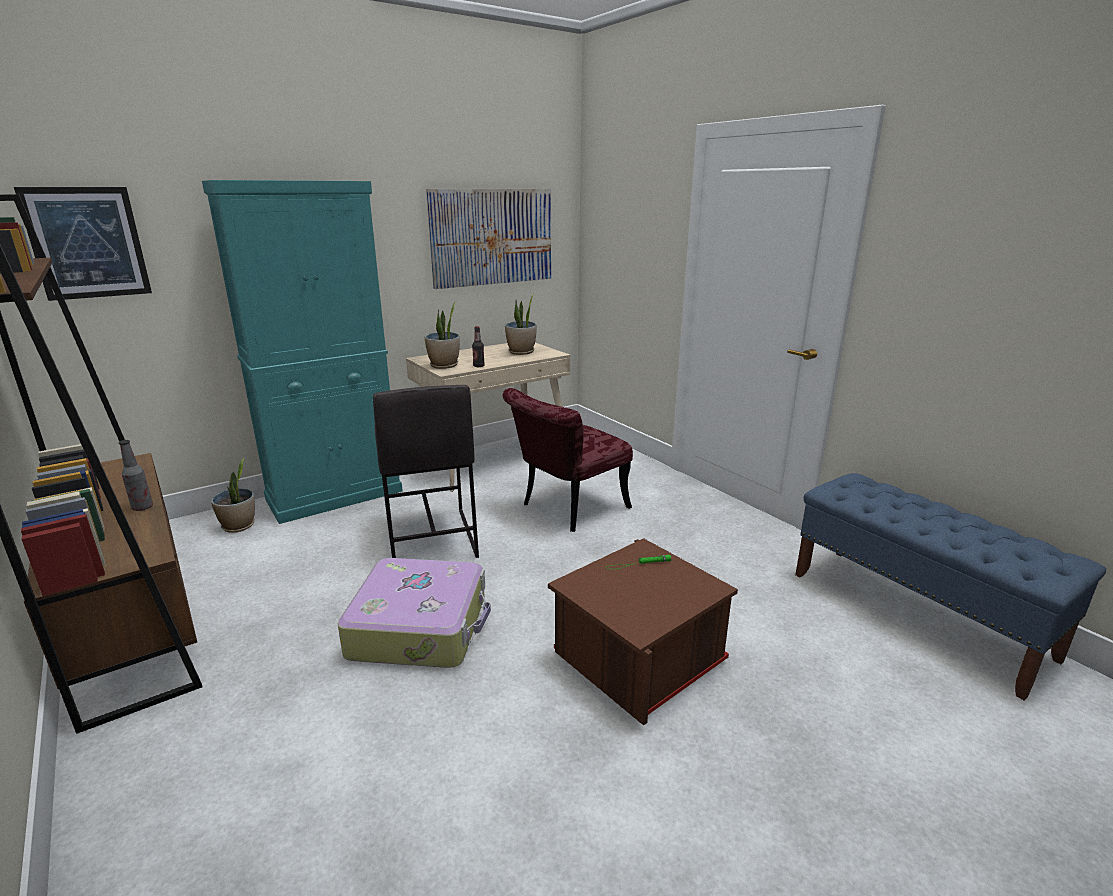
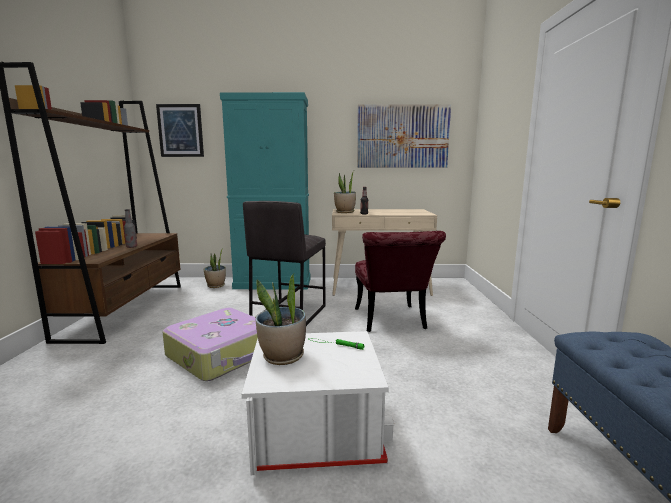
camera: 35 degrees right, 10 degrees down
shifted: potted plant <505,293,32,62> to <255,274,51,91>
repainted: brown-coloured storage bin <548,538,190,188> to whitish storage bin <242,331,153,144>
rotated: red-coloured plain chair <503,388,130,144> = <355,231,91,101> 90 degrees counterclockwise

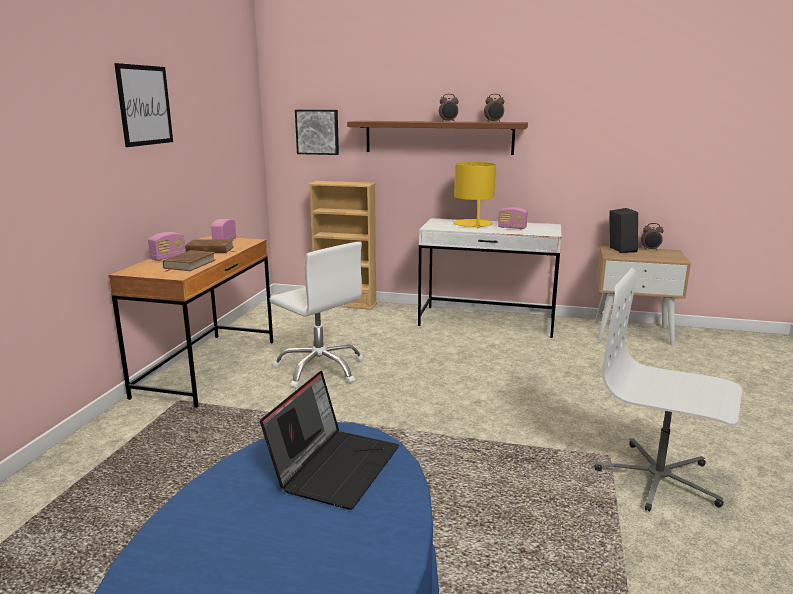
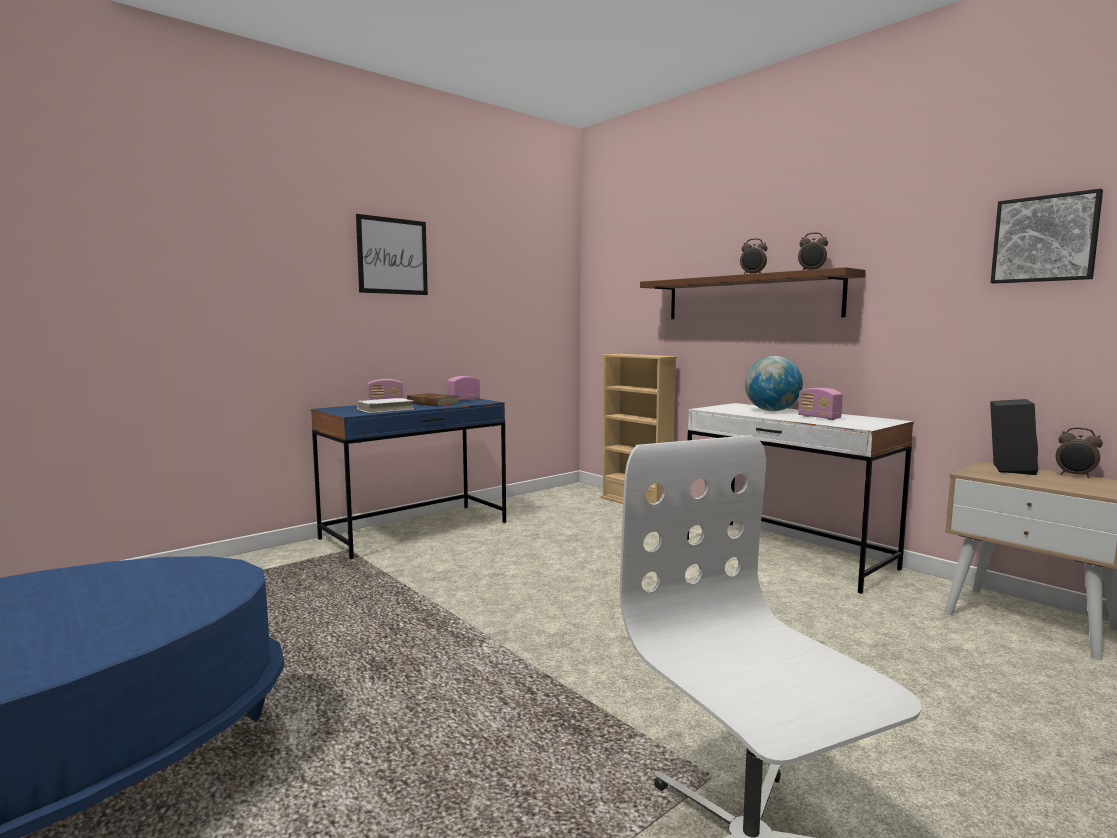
camera: 35 degrees right, 10 degrees down
gone: notebook computer <260,371,139,139>; whitish computer chair <269,242,95,147>
shifted: wall art <295,110,44,45> to <991,189,112,95>
swapped: yellow table lamp <453,162,43,66> to world globe <745,356,58,55>
repainted: brown-coloured desk unit <108,236,165,172> to blue desk unit <311,399,195,160>; brown-coloured book <163,250,53,22> to whitish book <356,398,57,15>

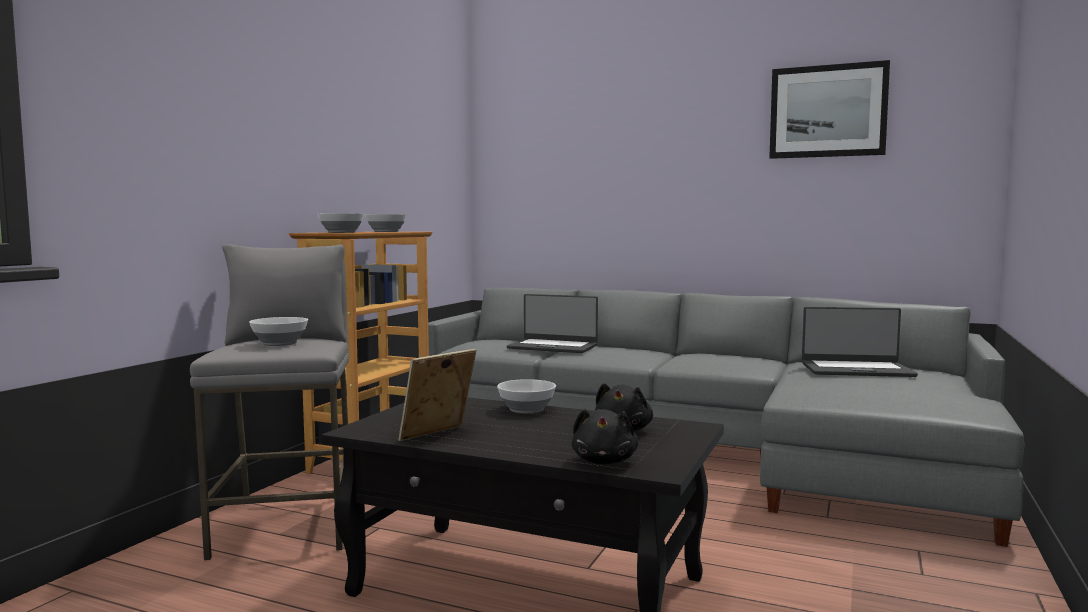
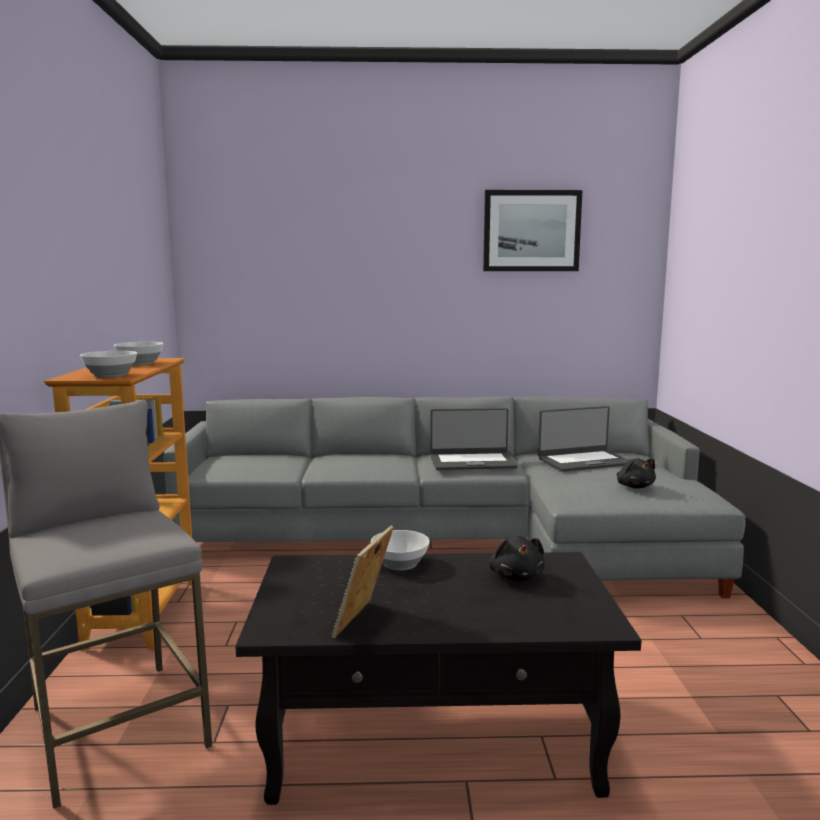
camera: 25 degrees left, 5 degrees up
gone: deep dish <249,317,59,29>
shifted: notebook computer <507,294,91,59> to <430,408,88,62>; black cuddly toy <572,409,66,55> to <617,458,39,31>

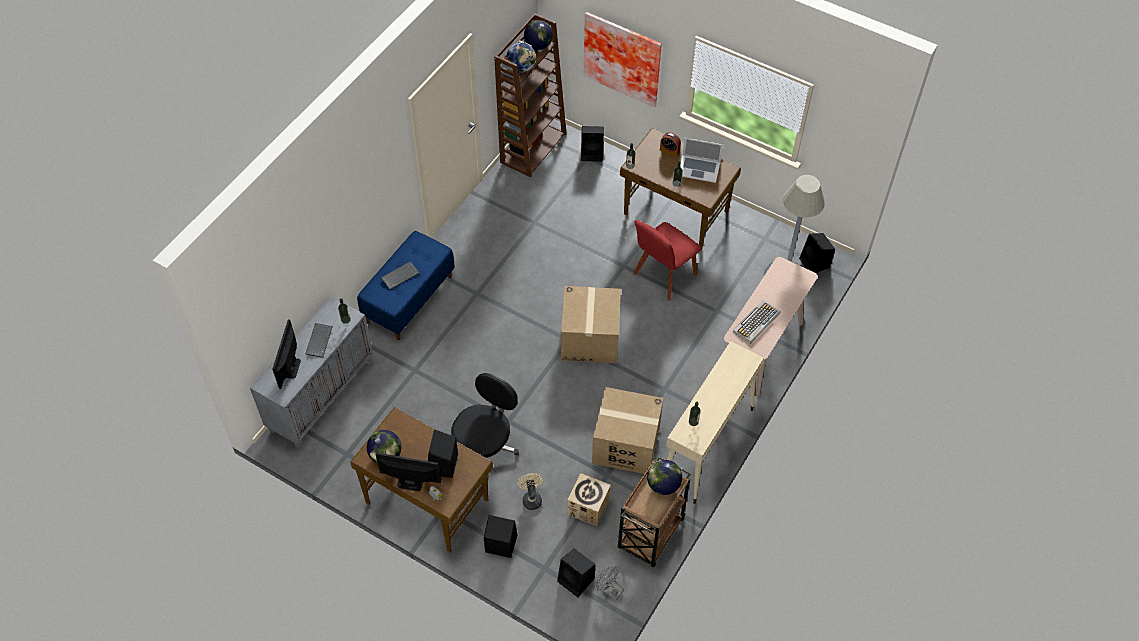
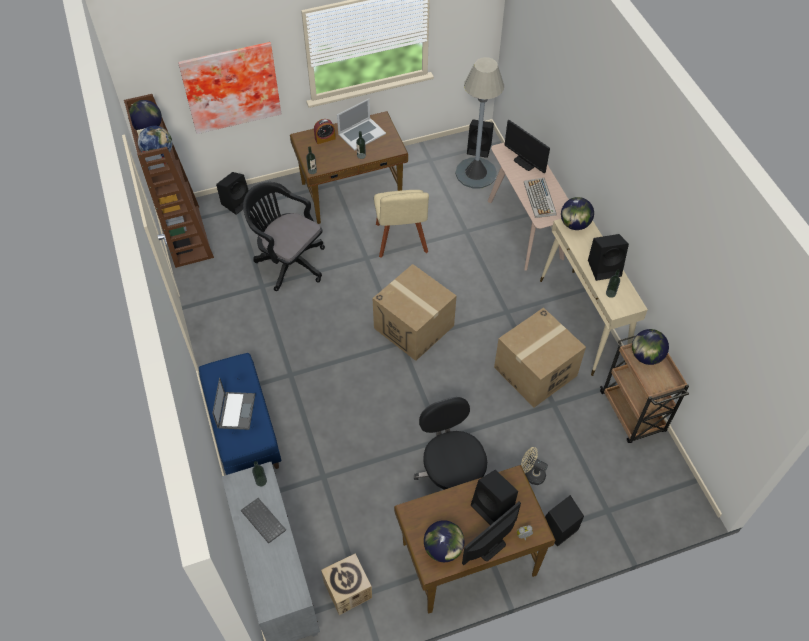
camera: 50 degrees left, 0 degrees up
gone: greyish cooling fan <596,566,28,35>
new: black computer chair <243,182,82,109>; world globe <561,197,33,33>
shifted: monitor <272,319,29,70> to <505,120,45,53>; black loudspeaker <557,548,38,49> to <588,234,41,47>; cardboard box <567,473,44,53> to <321,554,51,61>
swapped: keyboard <381,261,38,29> to notebook computer <212,378,43,52>
repainted: red-coloured plain chair <633,220,68,80> to beige-coloured plain chair <374,190,55,68>

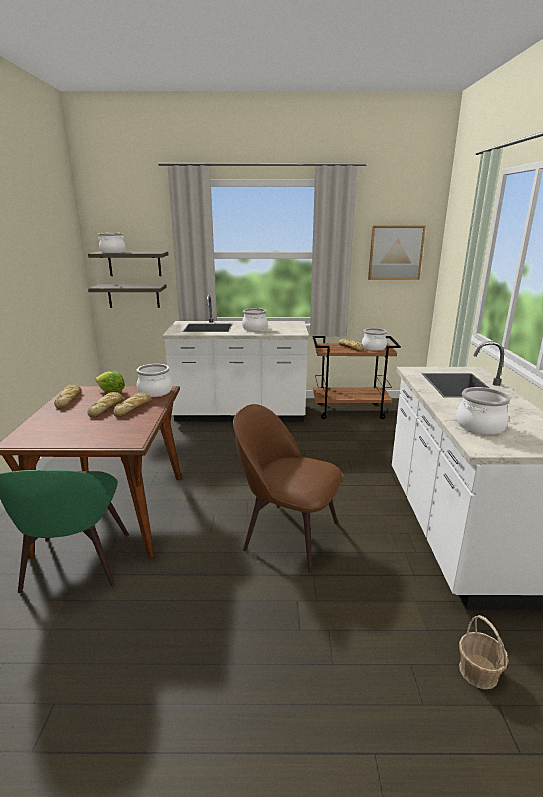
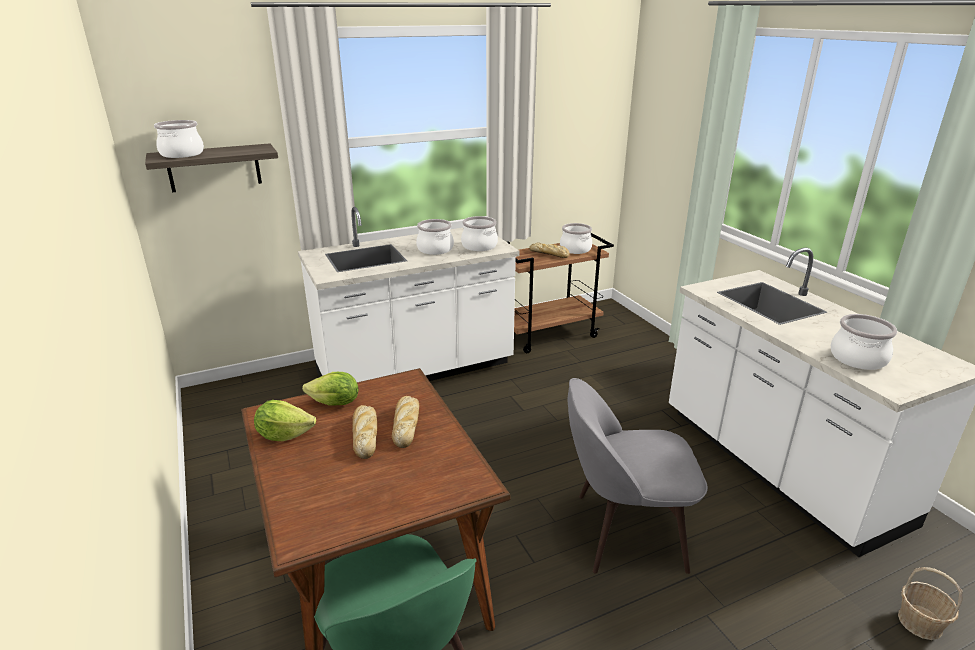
camera: 25 degrees left, 5 degrees up
gone: wall shelf <88,284,79,24>; wall art <368,226,58,54>
shifted: stockpot <136,364,36,33> to <461,216,37,35>
swapped: bread <54,385,27,24> to lettuce <254,400,62,41>
repainted: brown-coloured plain chair <233,404,111,169> to greyish plain chair <567,378,141,196>

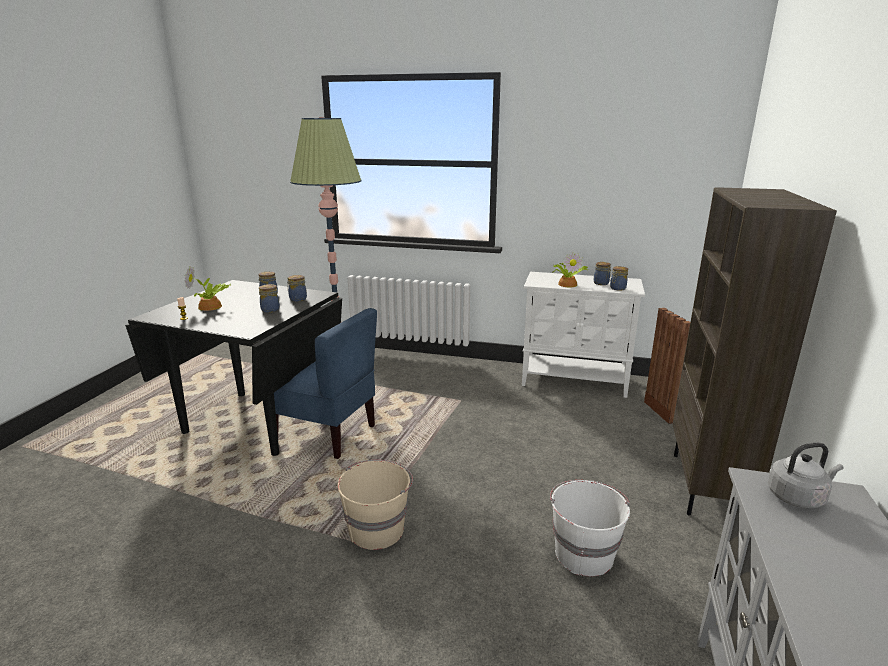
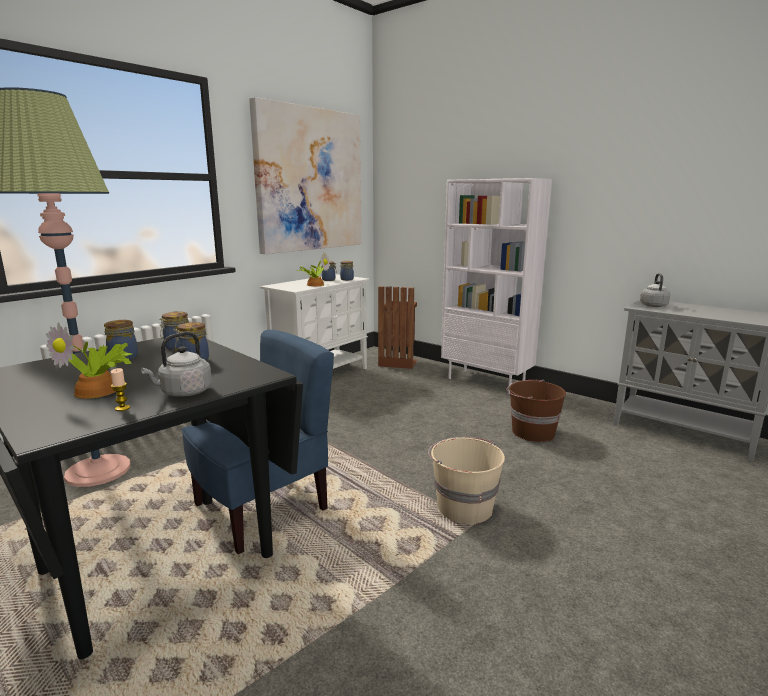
camera: 65 degrees left, 5 degrees down
new: greyish kettle <141,332,71,65>; wall art <249,97,112,157>
repainted: whitish bucket <550,480,80,96> to brown-coloured bucket <507,380,59,62>; brown-coloured bookshelf <673,187,164,329> to whitish bookshelf <441,178,111,216>

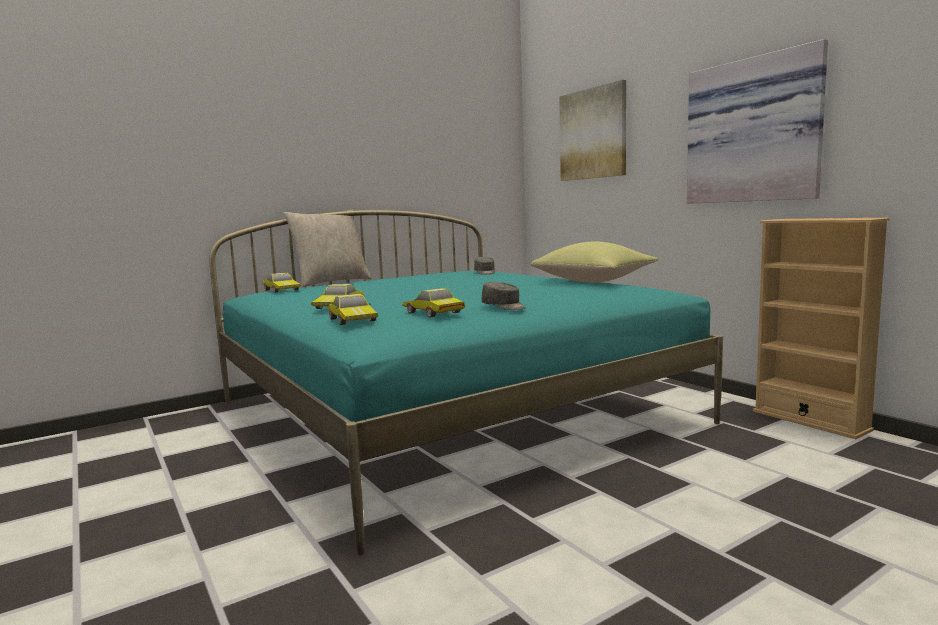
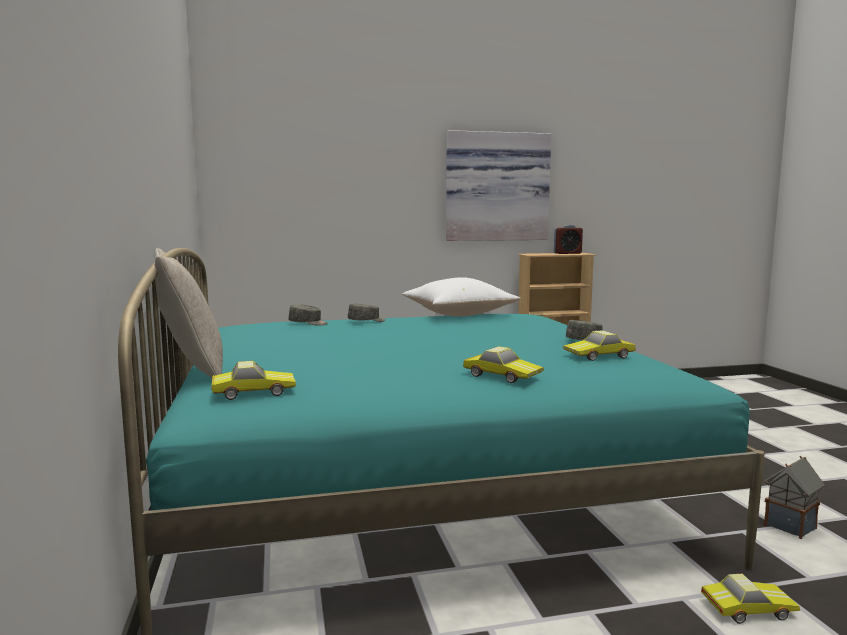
camera: 70 degrees left, 0 degrees up
gone: wall art <559,80,67,101>
new: greyish peaked cap <348,304,38,18>; alarm clock <554,225,29,29>; miniature house <764,456,61,83>
shifted: model car <328,294,50,31> to <701,574,99,50>
repainted: yellow throw pillow <531,241,128,42> to whitish throw pillow <403,277,118,40>

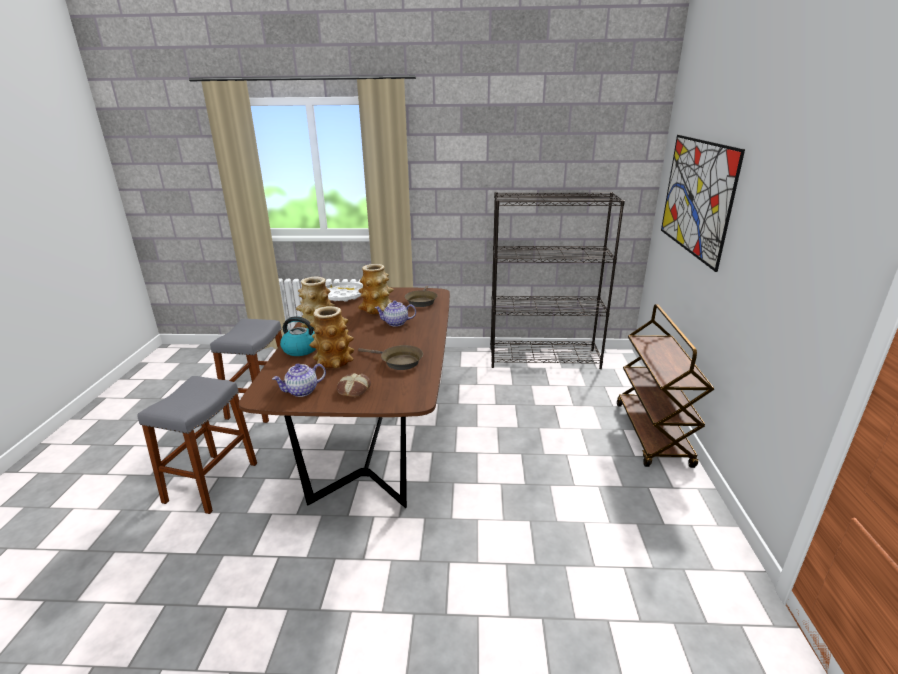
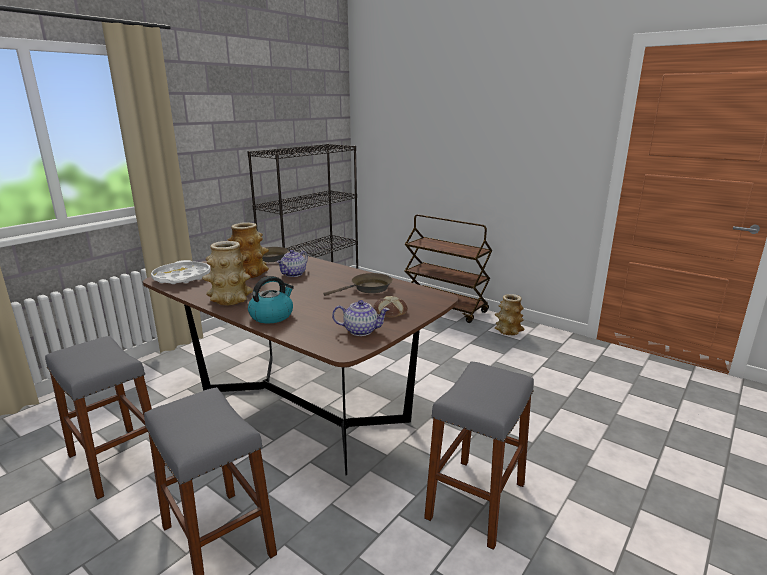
camera: 55 degrees left, 5 degrees down
gone: wall art <661,135,84,137>
new: greyish stool seat <424,361,110,189>
shifted: decorative vase <309,306,45,63> to <495,294,30,41>
rotated: teapot <272,363,54,34> = <332,300,58,36> 90 degrees counterclockwise

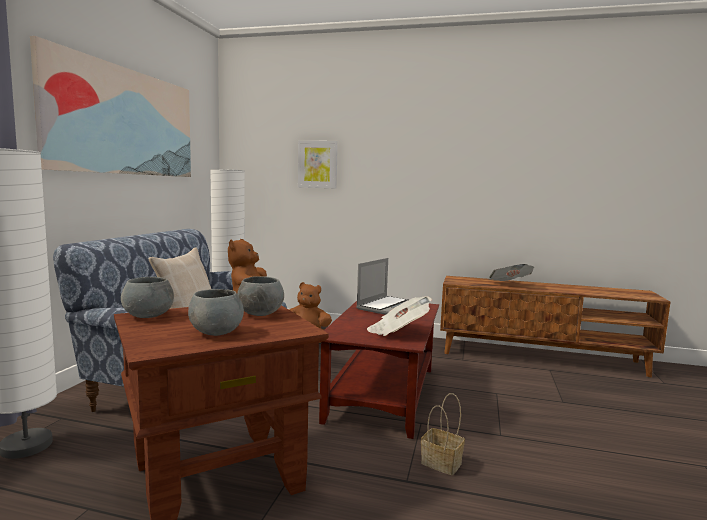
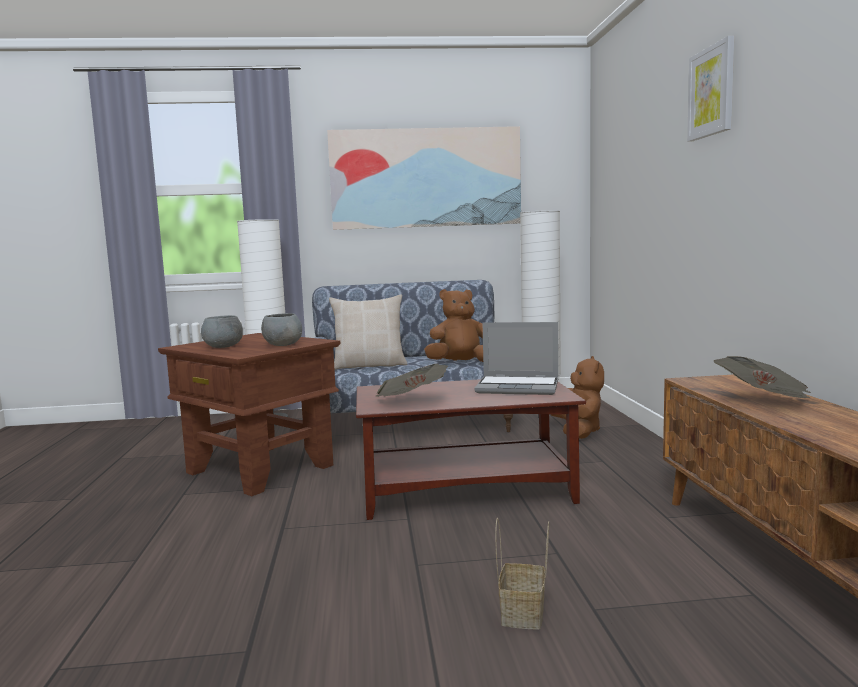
camera: 70 degrees right, 0 degrees up
gone: greyish deep dish <121,277,53,41>
shifted: wall art <298,141,40,48> to <687,36,47,105>; household basket <421,393,44,82> to <495,518,54,112>

